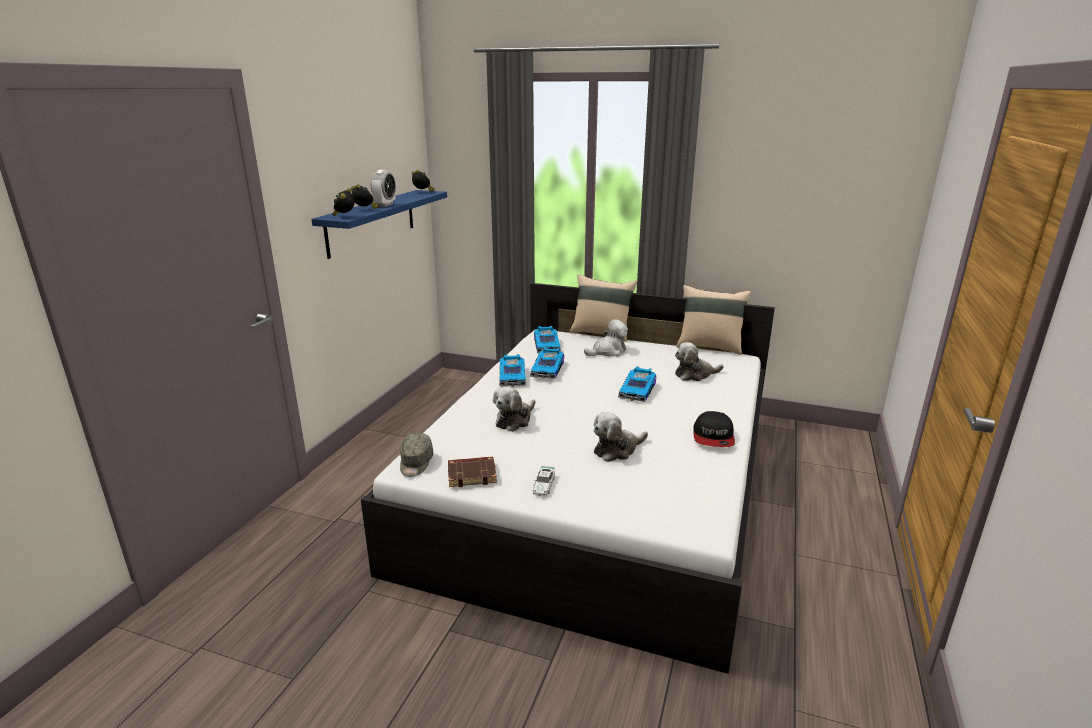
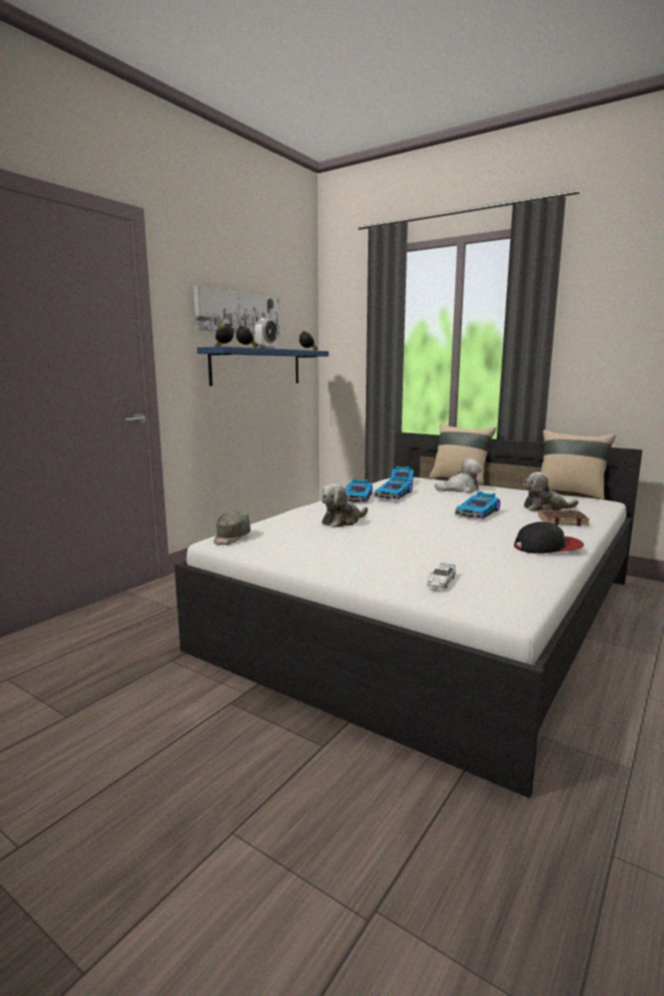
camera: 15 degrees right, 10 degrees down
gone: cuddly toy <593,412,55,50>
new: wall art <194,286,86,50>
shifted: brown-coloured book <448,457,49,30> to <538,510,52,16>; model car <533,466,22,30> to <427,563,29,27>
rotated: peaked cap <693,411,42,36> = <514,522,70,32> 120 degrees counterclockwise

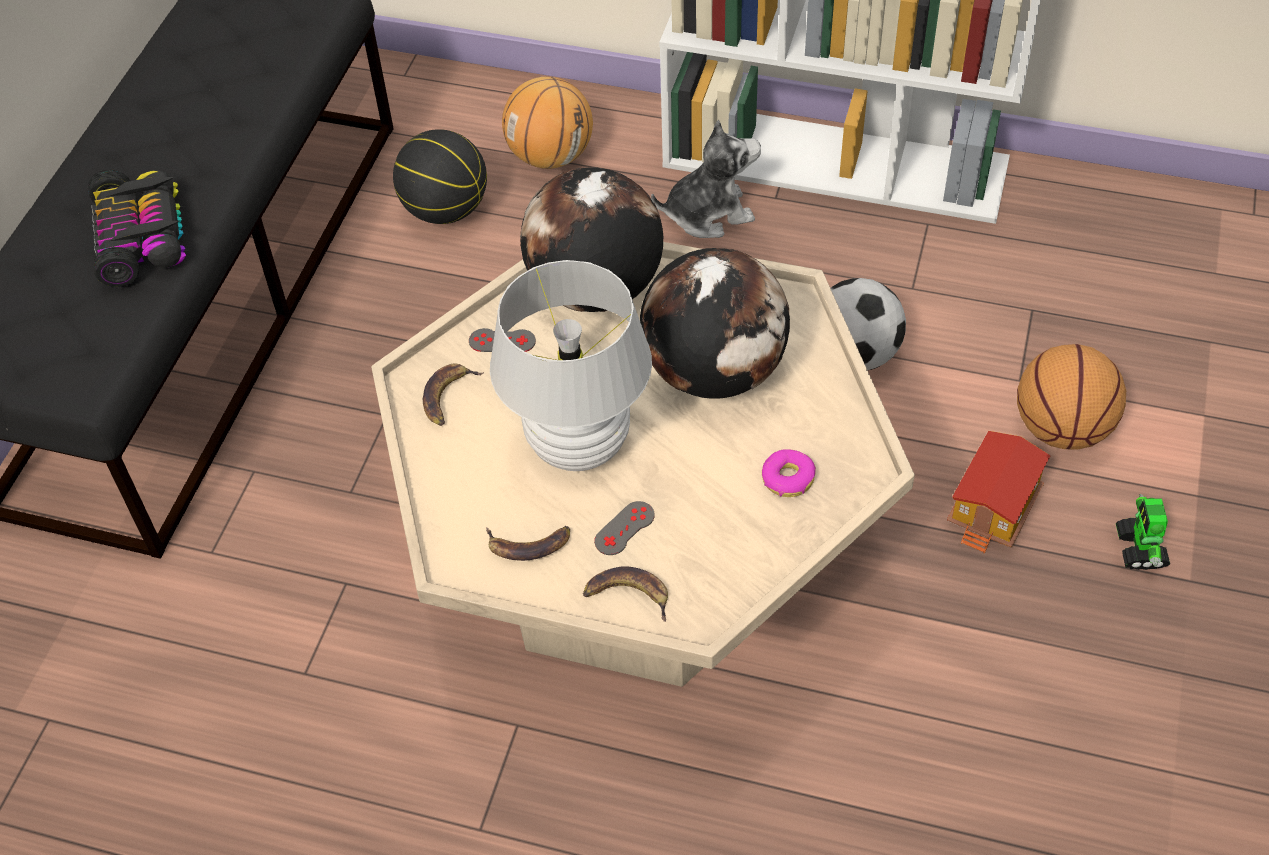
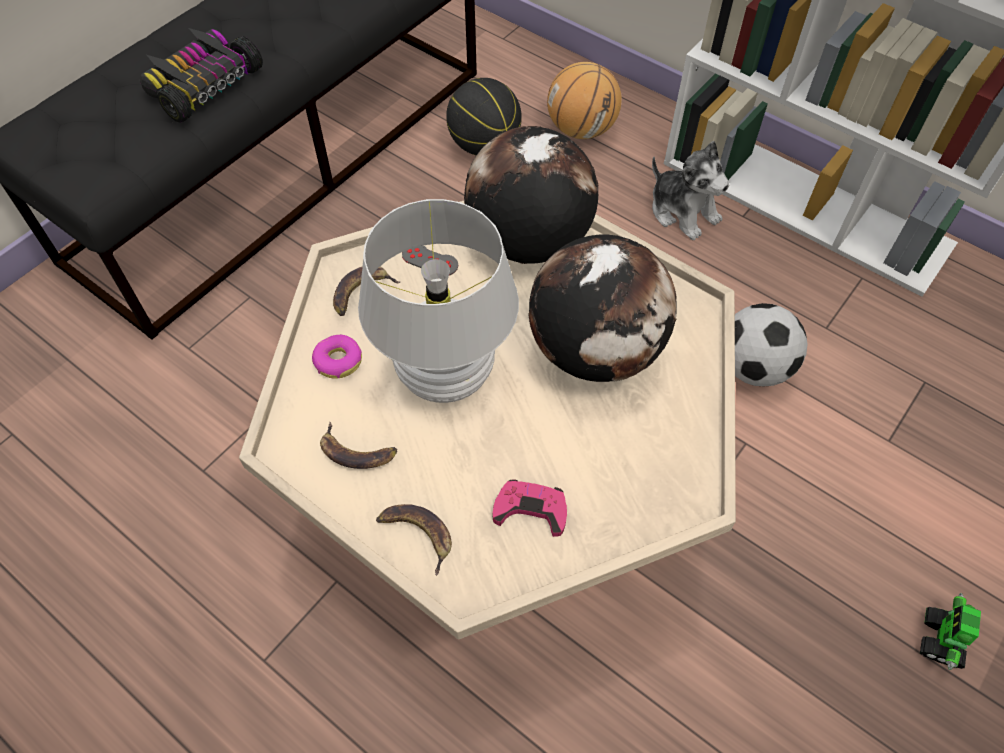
camera: 20 degrees right, 5 degrees up
gone: greyish gamepad <594,501,61,54>; miniature house <947,431,104,123>; ball for basketball <1017,344,109,106>
new: pinkish gamepad <493,479,74,58>
shifted: ring doughnut <762,450,54,47> to <312,335,50,44>
rotated: model car <88,170,101,117> = <140,28,123,95> 150 degrees counterclockwise; cuddly toy <651,120,110,118> = <652,141,77,99> 45 degrees clockwise

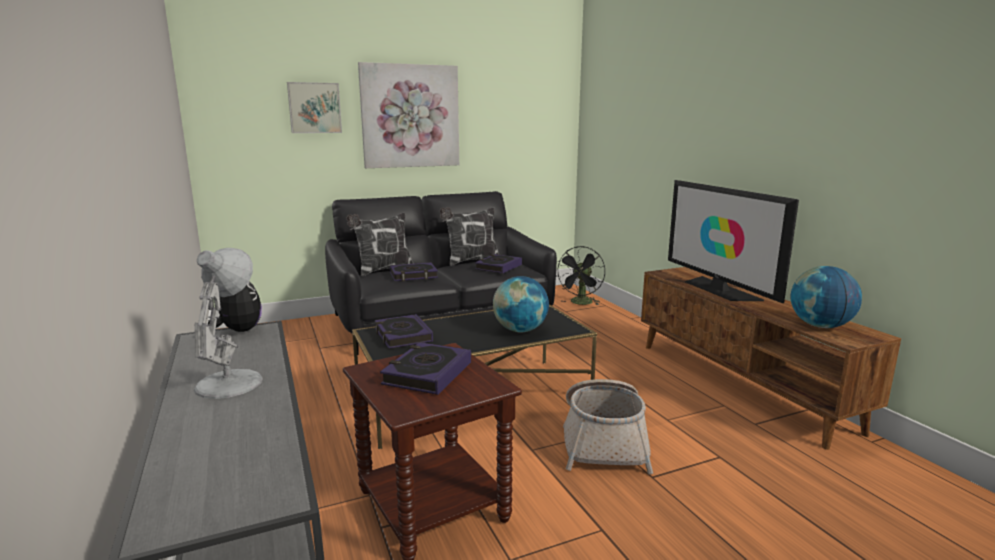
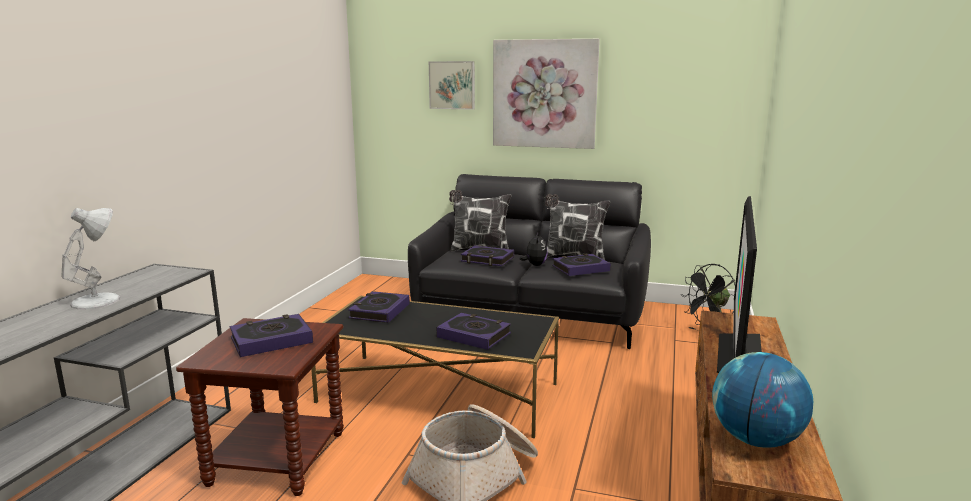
camera: 40 degrees right, 0 degrees up
shifted: cuddly toy <208,282,54,50> to <520,232,28,34>
swapped: world globe <493,276,56,56> to book <436,313,75,37>

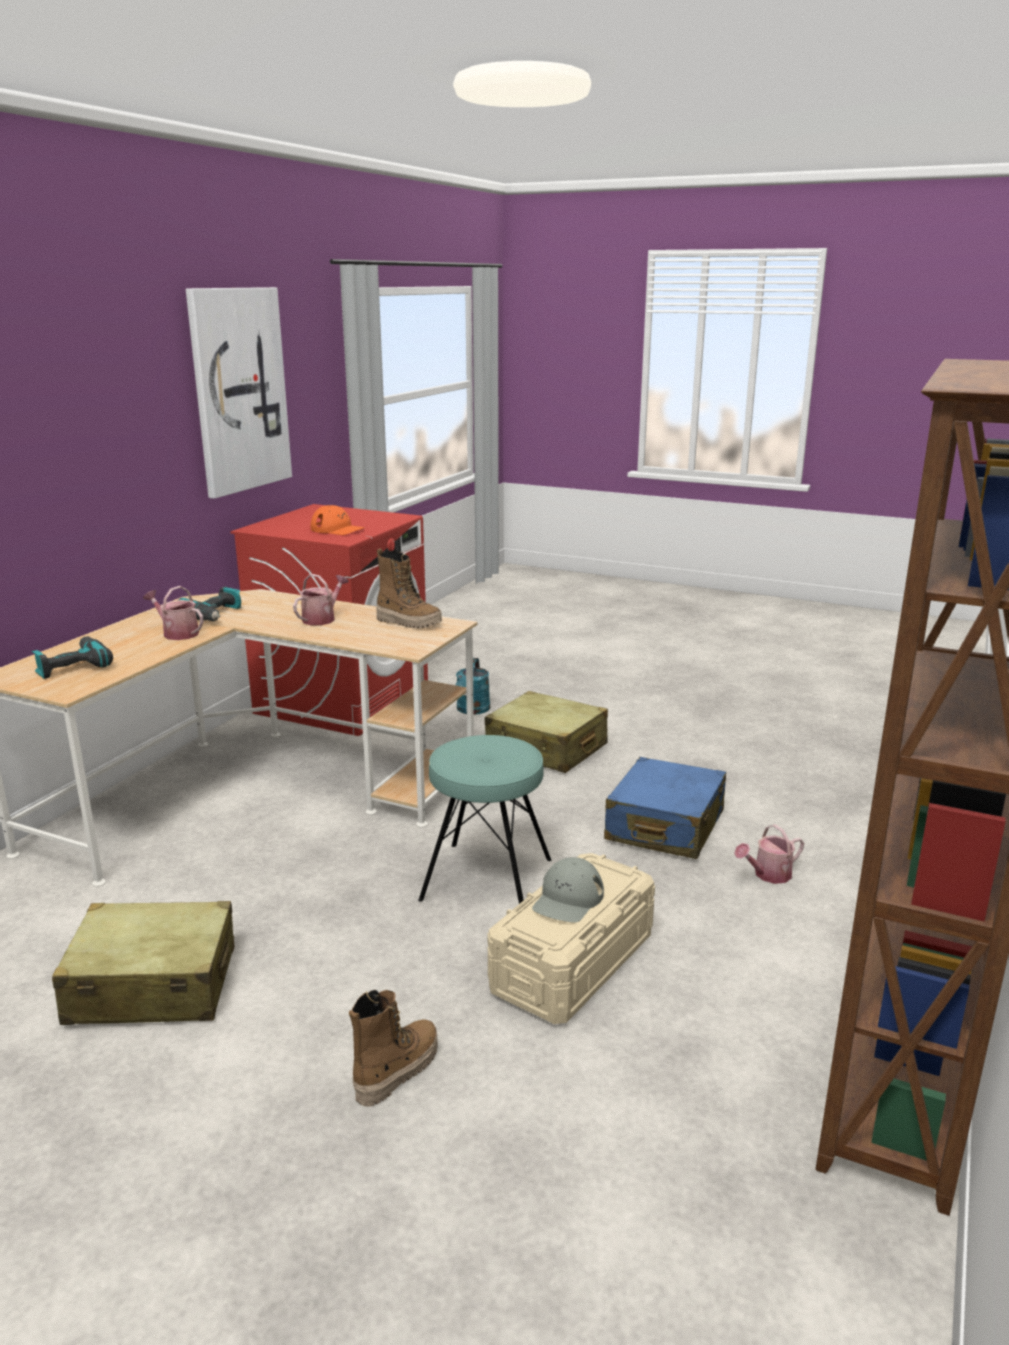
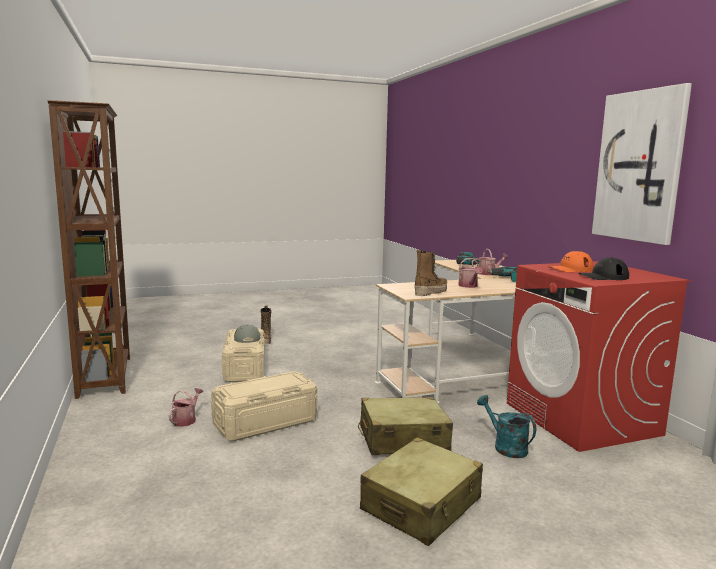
camera: 135 degrees right, 10 degrees down
gone: turquoise stool seat <418,735,133,169>
new: black peaked cap <578,257,51,23>
shifted: beige-coloured piece of luggage <52,901,183,124> to <360,438,123,108>
swapped: blue piece of luggage <604,757,122,102> to beige-coloured storage bin <211,371,106,70>
rotated: high-top boot <376,548,66,81> = <414,250,33,46> 150 degrees clockwise

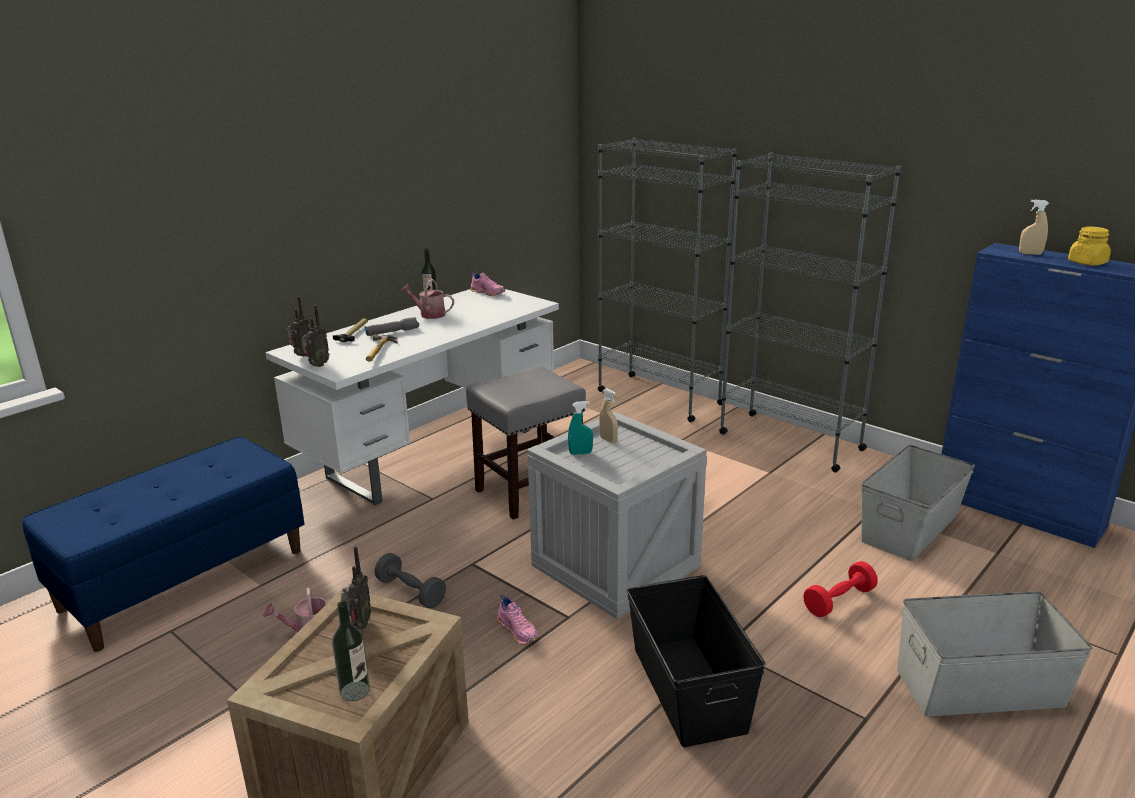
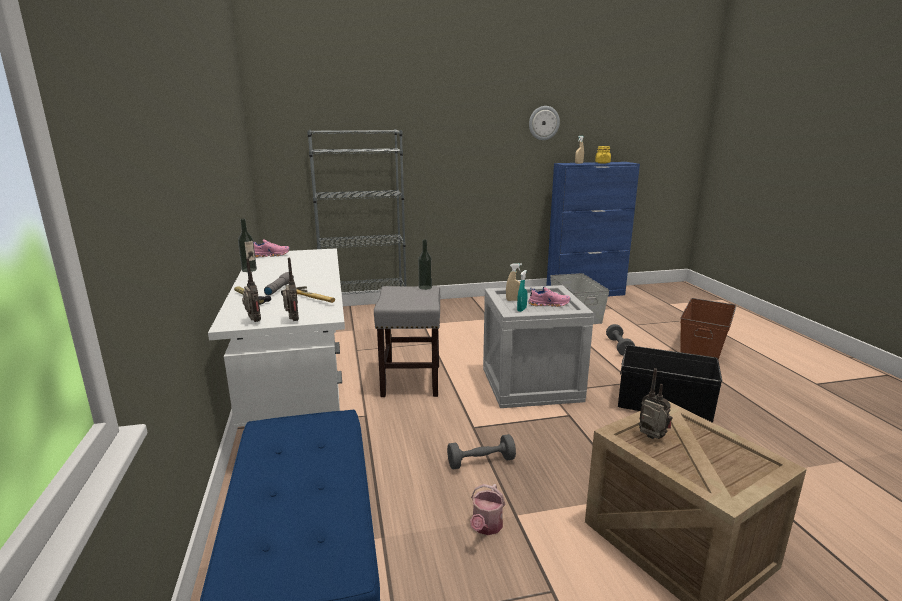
camera: 55 degrees left, 5 degrees down
gone: watering can <401,279,53,40>; greyish bookshelf <719,152,182,320>
new: wall clock <529,106,31,34>
shifted: beverage bottle <332,601,38,100> to <418,239,14,51>; pinkish shoe <497,594,42,50> to <528,287,42,20>
repainted: red-coloured hand weight <803,561,75,56> to greyish hand weight <606,324,29,32>; greyish storage bin <897,591,195,126> to brown-coloured storage bin <680,298,56,62>

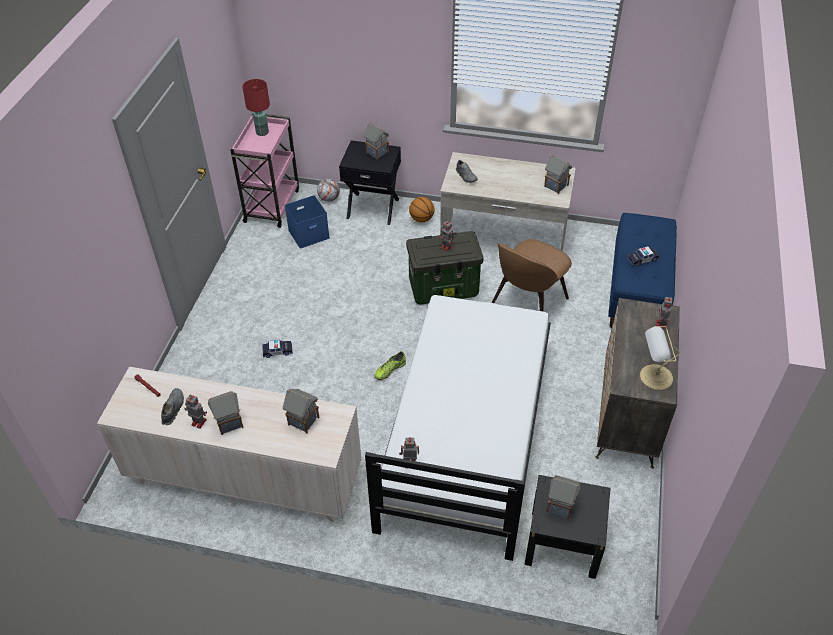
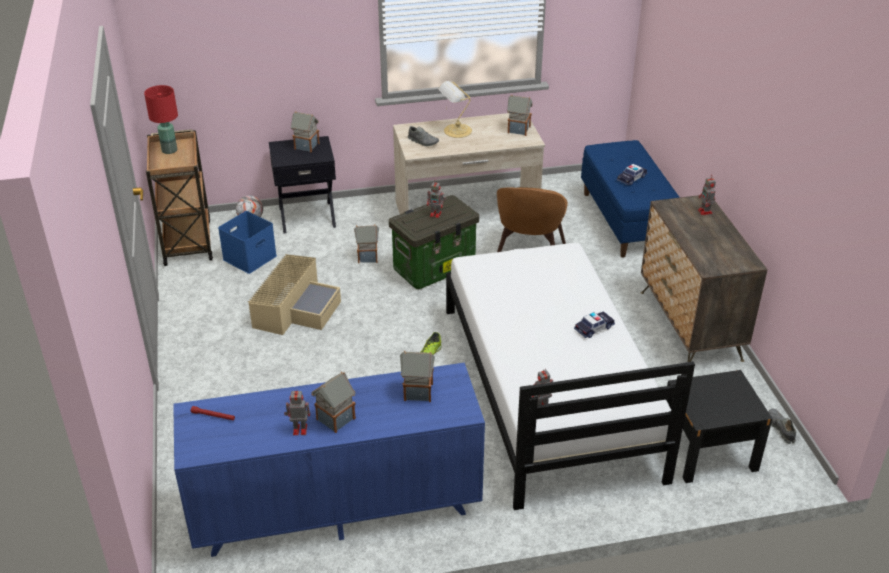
camera: 25 degrees left, 10 degrees down
gone: ball for basketball <409,197,25,25>
new: beige-coloured storage bin <248,254,93,81>
shifted: greyish shoe <161,388,23,37> to <768,409,28,35>; model car <262,340,31,18> to <574,311,41,27>; miniature house <546,475,34,44> to <354,224,25,39>; table lamp <640,326,40,64> to <438,81,34,57>
repainted: beige-coloured dresser <97,367,264,155> to blue dresser <173,363,312,194>; pinkish trolley <230,114,69,114> to brown-coloured trolley <146,129,67,137>

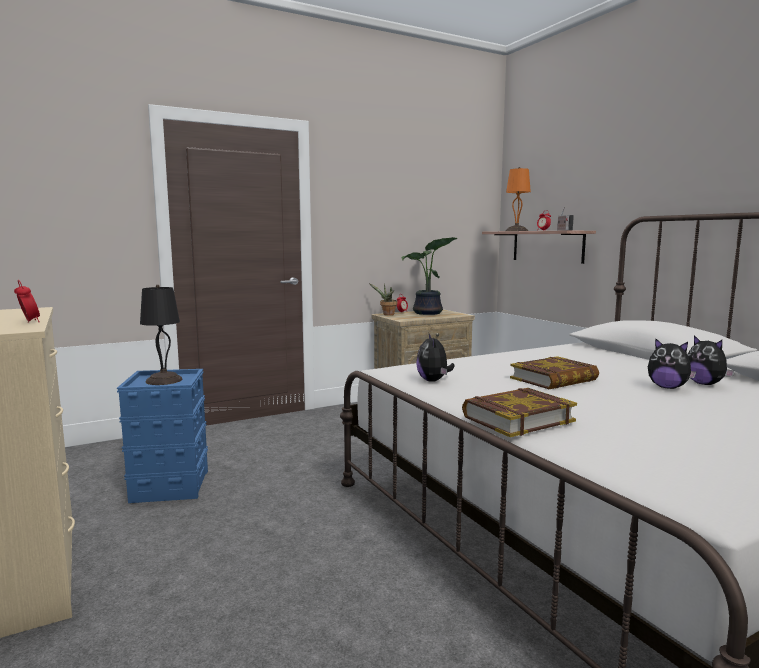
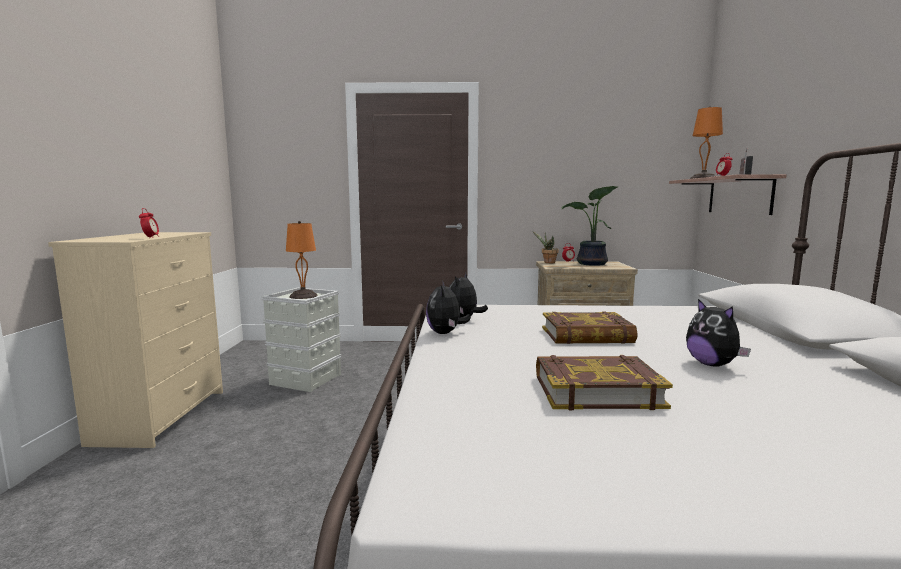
camera: 30 degrees right, 0 degrees up
shifted: book <462,388,115,49> to <536,355,137,55>; cuddly toy <687,335,48,50> to <426,280,45,54>
repainted: blue storage bin <117,369,91,134> to greyish storage bin <262,288,80,104>; black table lamp <140,285,43,100> to orange table lamp <286,221,32,78>

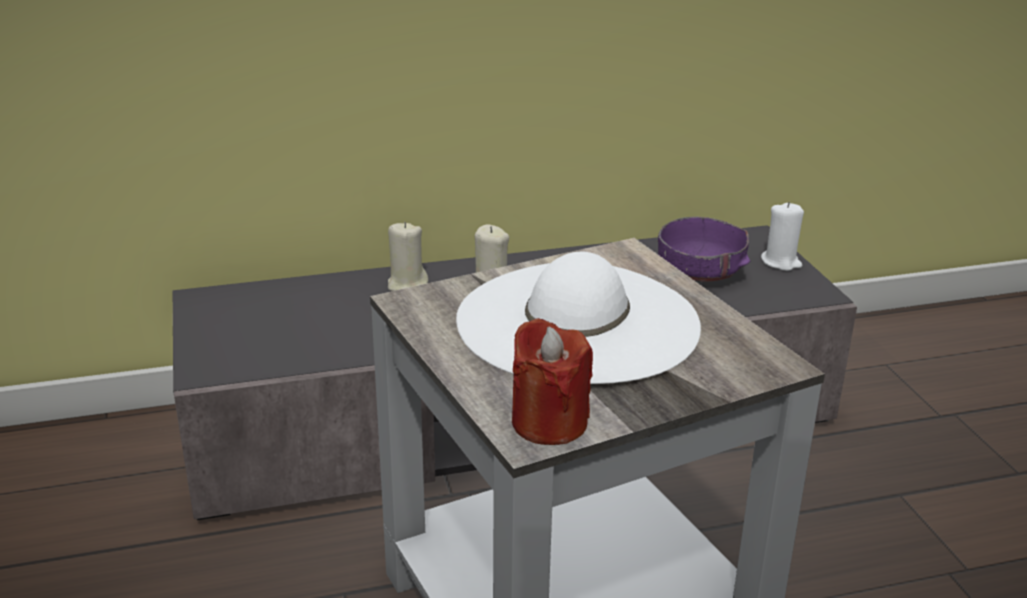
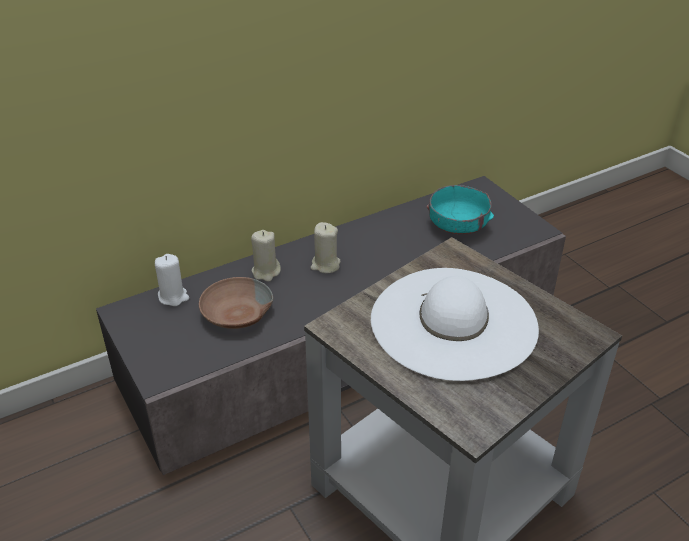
camera: 15 degrees left, 10 degrees up
gone: red-coloured wax candle <512,318,81,127>
new: brown-coloured deep dish <199,277,74,52>
shifted: whitish wax candle <761,202,43,69> to <155,254,34,52>
repainted: purple-coloured deep dish <658,217,92,65> to turquoise deep dish <427,185,67,49>

